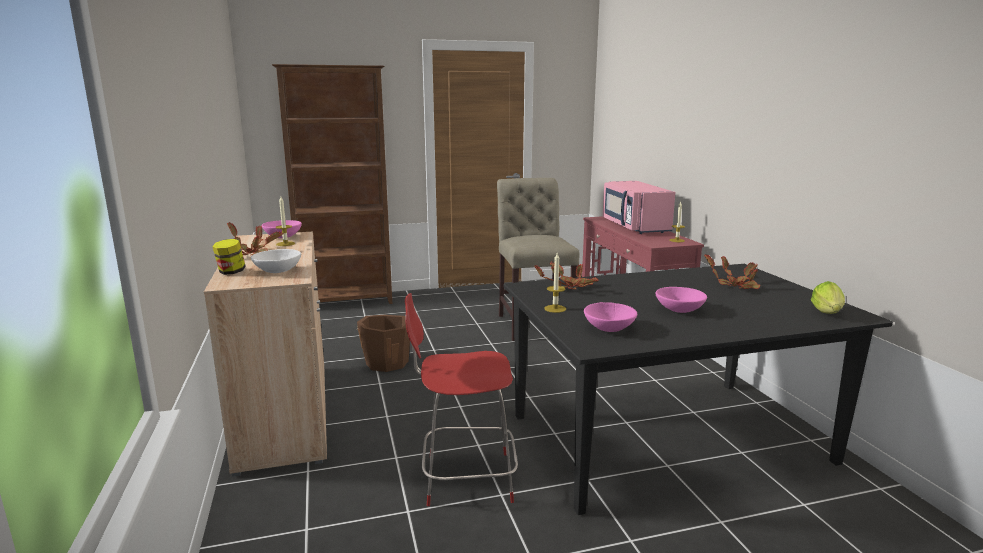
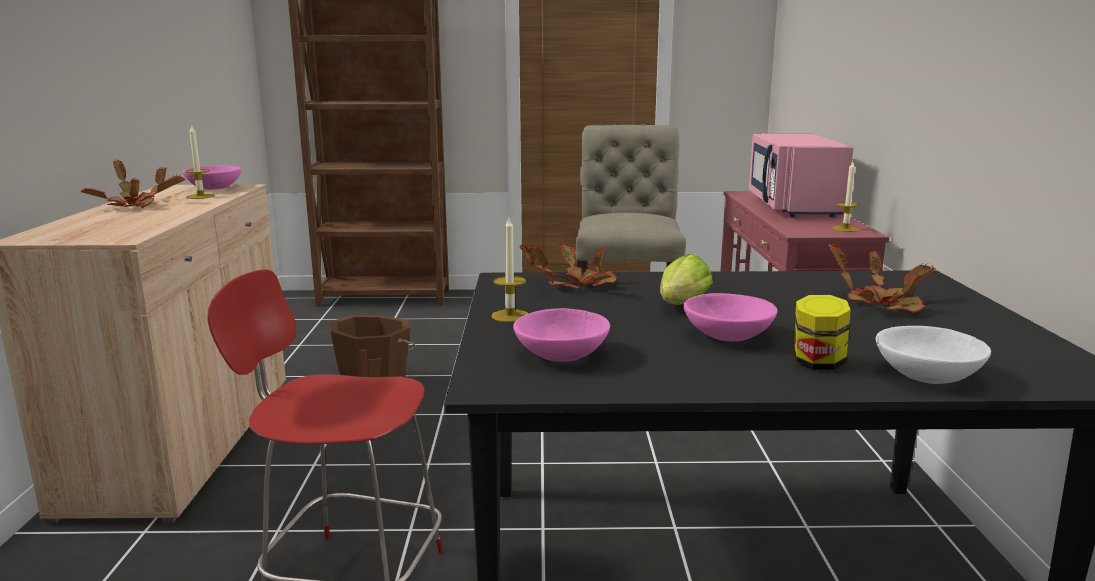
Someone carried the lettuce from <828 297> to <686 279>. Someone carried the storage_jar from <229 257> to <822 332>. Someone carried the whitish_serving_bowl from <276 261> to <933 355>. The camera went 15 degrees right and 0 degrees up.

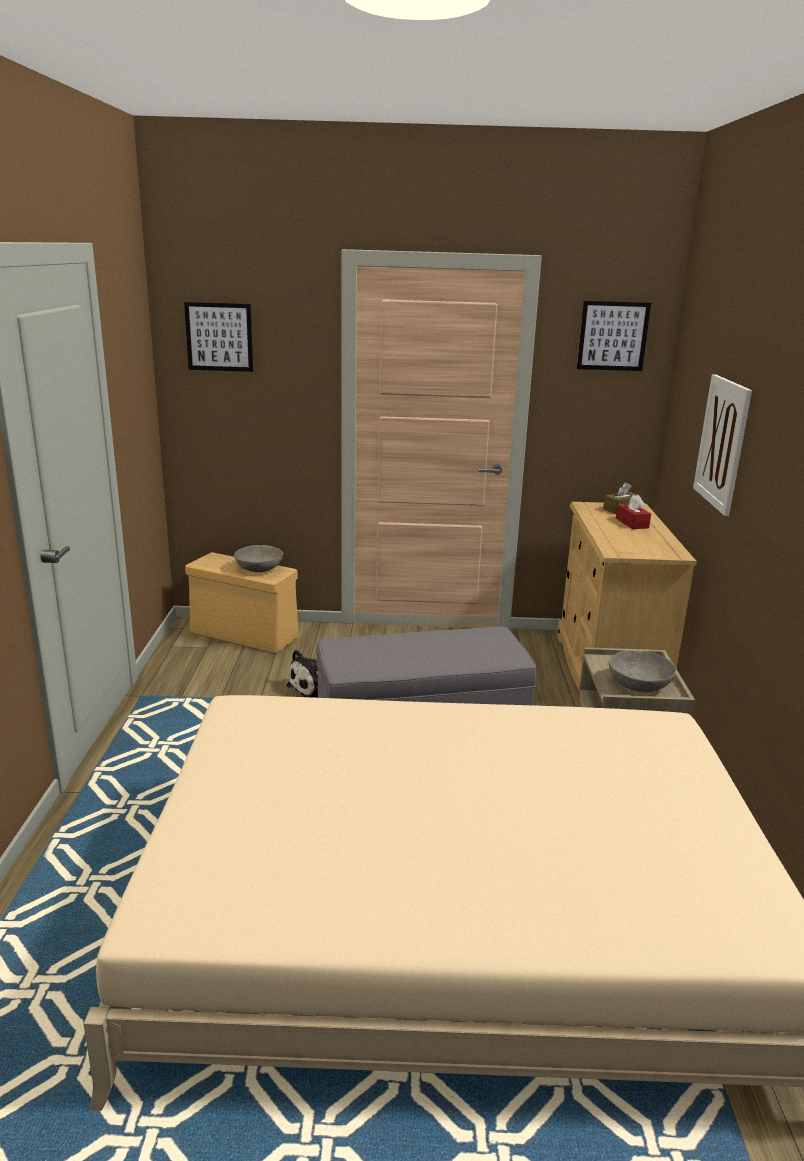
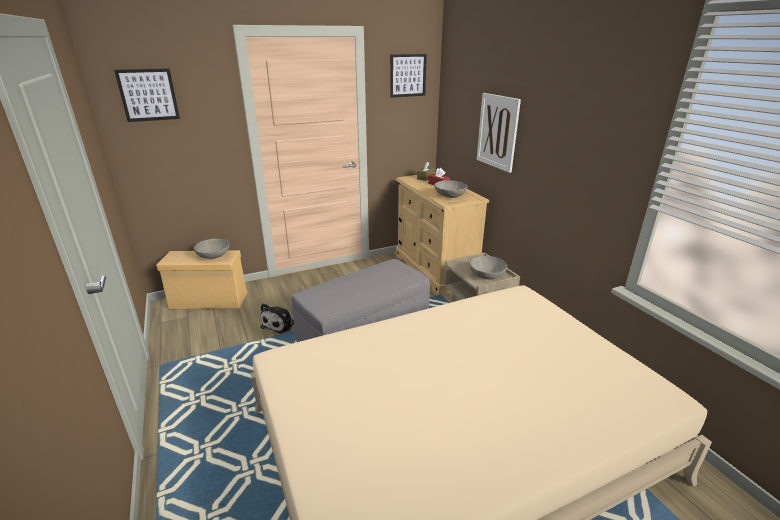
Someone put down the grey_serving_bowl at <451 189>. The camera went 25 degrees left and 5 degrees up.

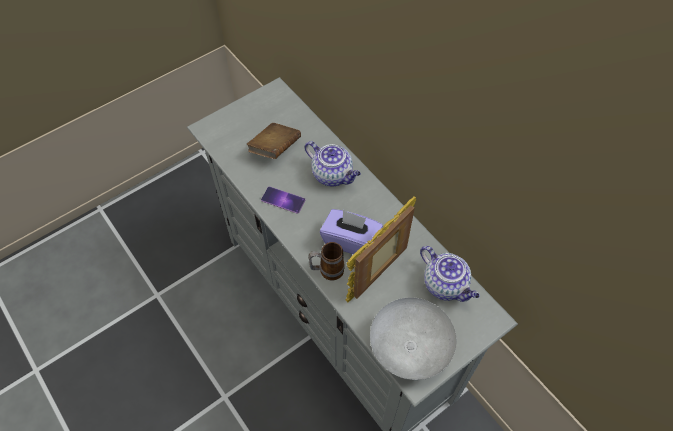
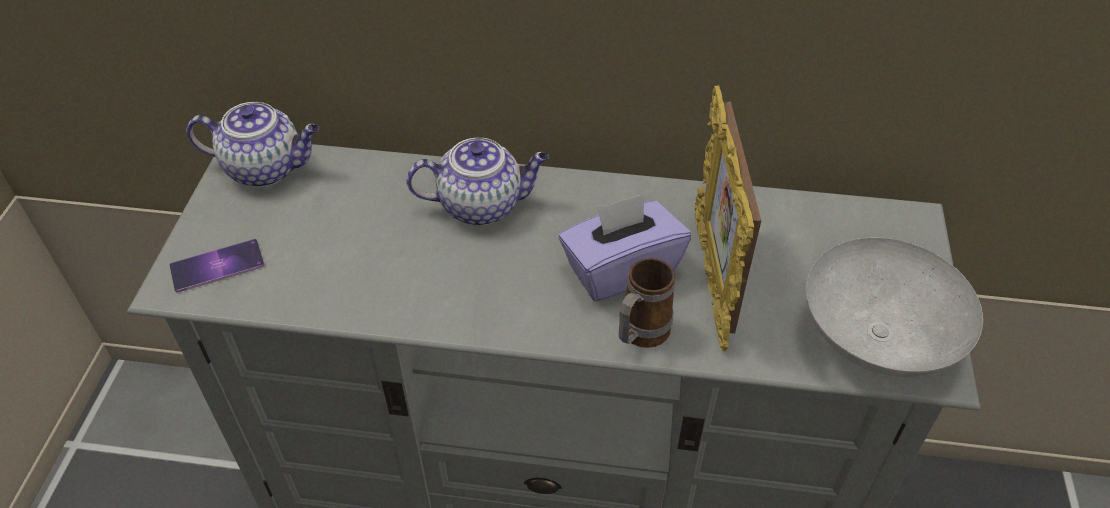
Someone carried the telephone from <283 200> to <217 265>. Someone carried the pot_for_tea from <450 274> to <252 144>. Someone took away the brown-coloured_volume at <274 141>. The camera went 45 degrees left and 10 degrees down.

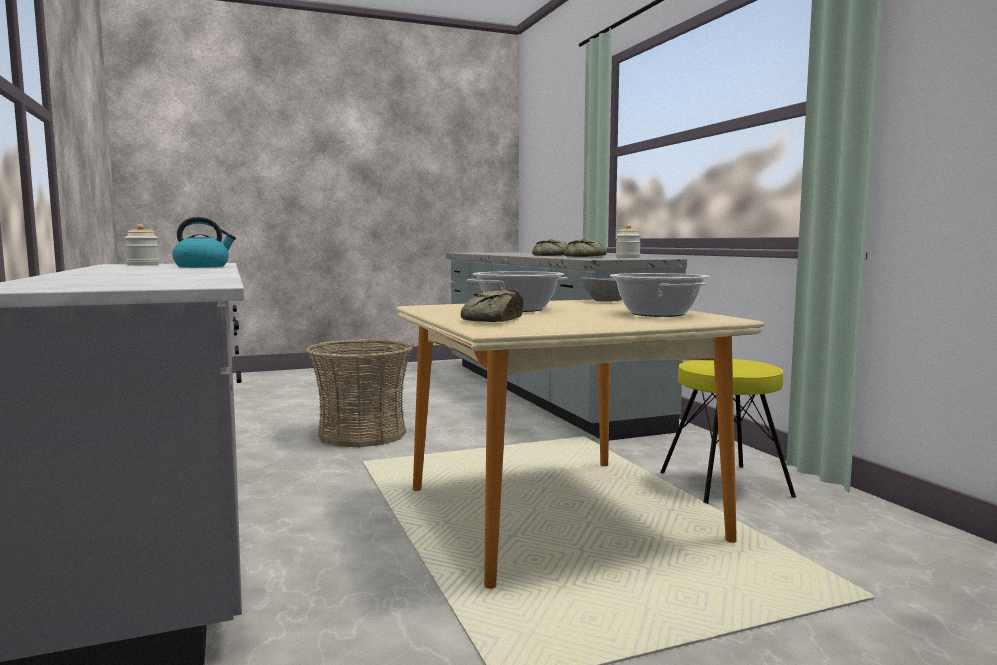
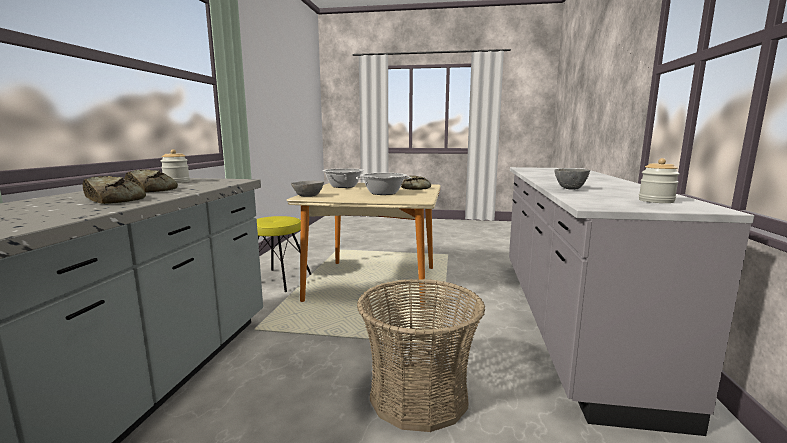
Someone swapped the water_kettle at <204 242> for the grey_serving_bowl at <572 179>. The camera went 150 degrees left and 5 degrees up.

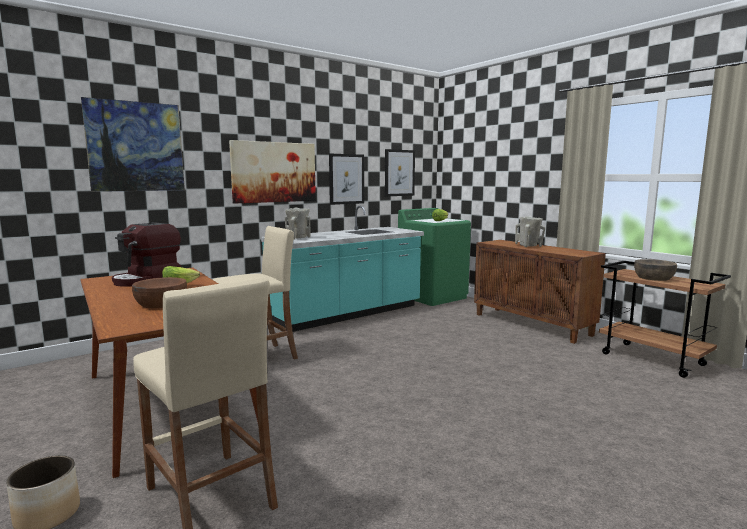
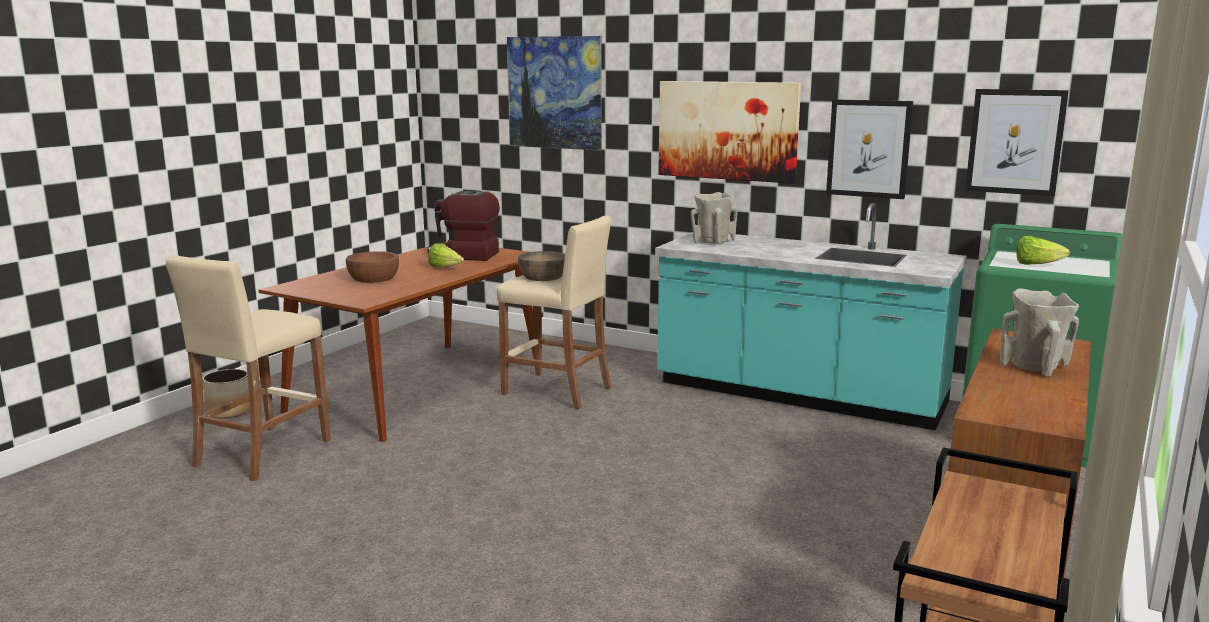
Someone carried the brown-coloured_serving_bowl from <655 270> to <541 266>. The camera went 65 degrees right and 5 degrees up.

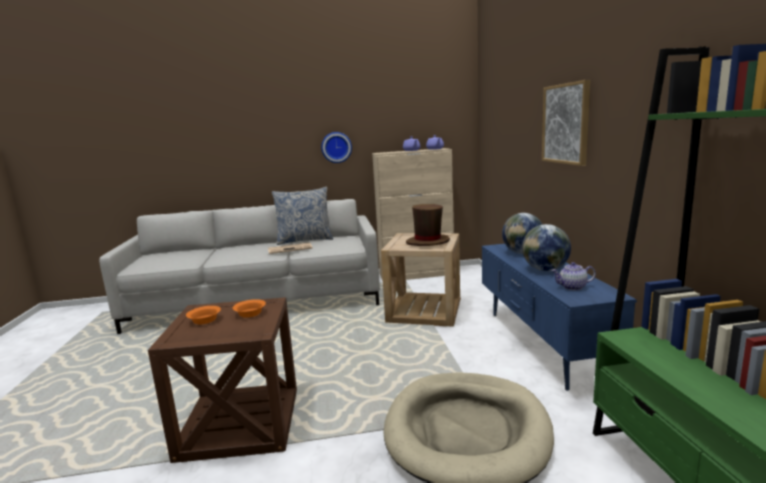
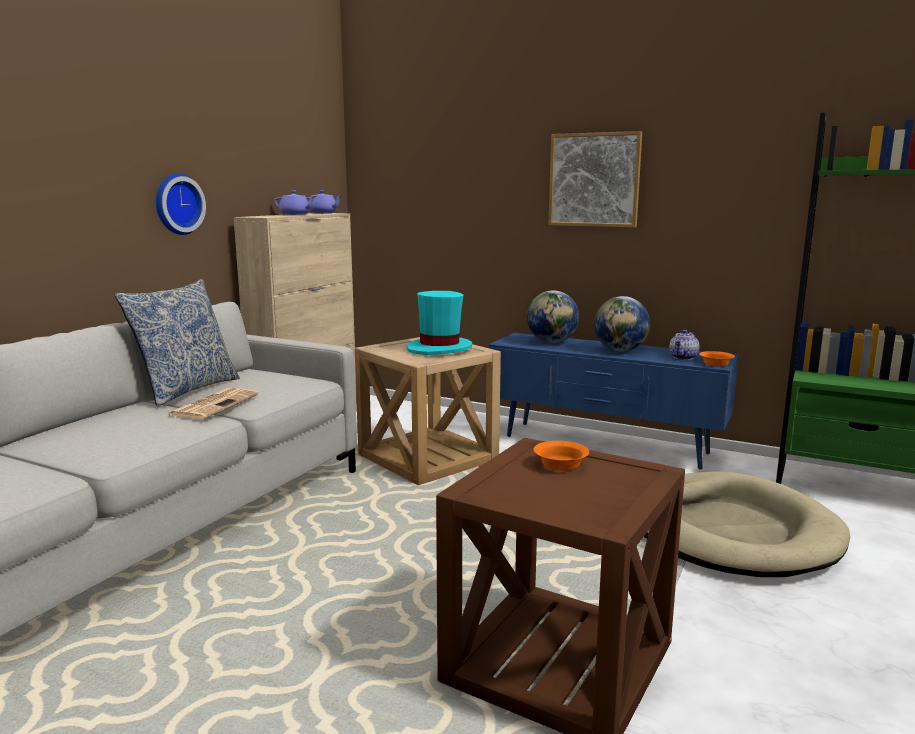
Someone repainted the brown-coloured_hat at <428 225>, which became the turquoise_hat at <439 323>. Someone carried the orange_serving_bowl from <203 315> to <717 358>. The camera went 55 degrees left and 0 degrees up.

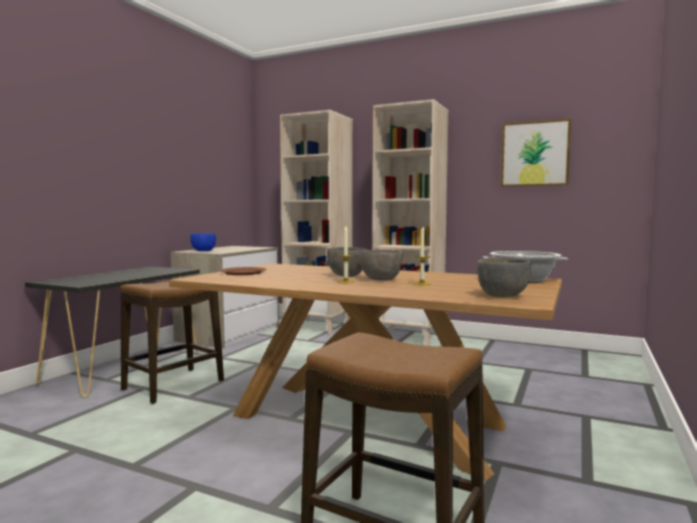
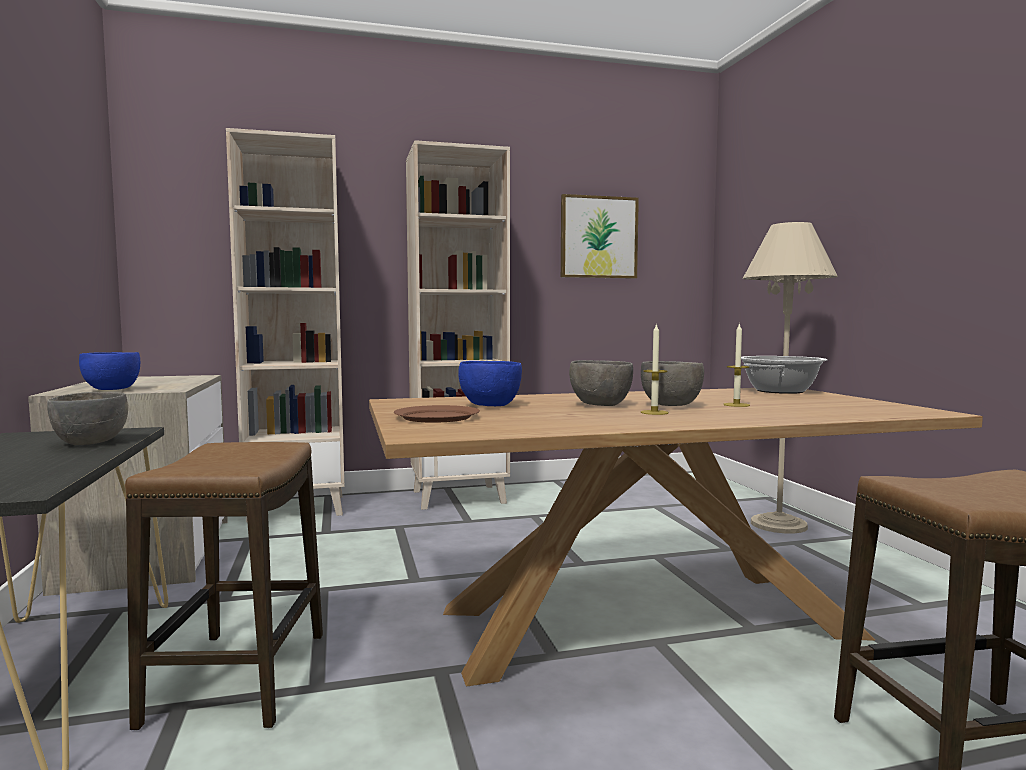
Someone carried the grey_serving_bowl from <504 277> to <87 418>. Someone put down the bluish_serving_bowl at <490 383>. Someone put down the beige-coloured_floor_lamp at <790 377>. The camera went 40 degrees left and 0 degrees up.

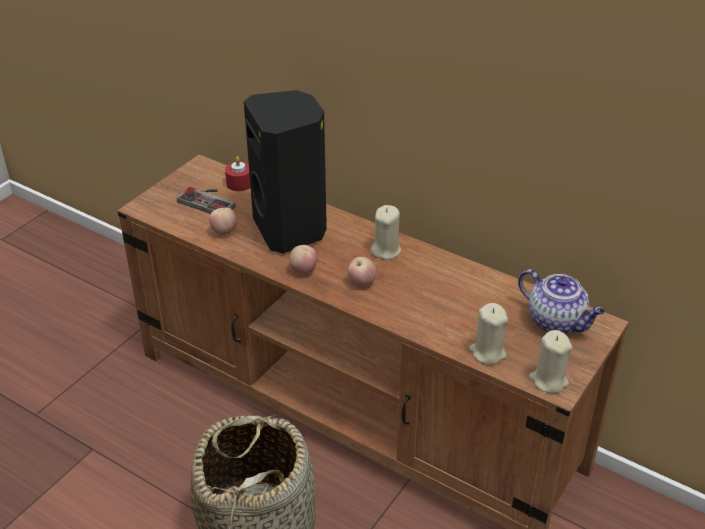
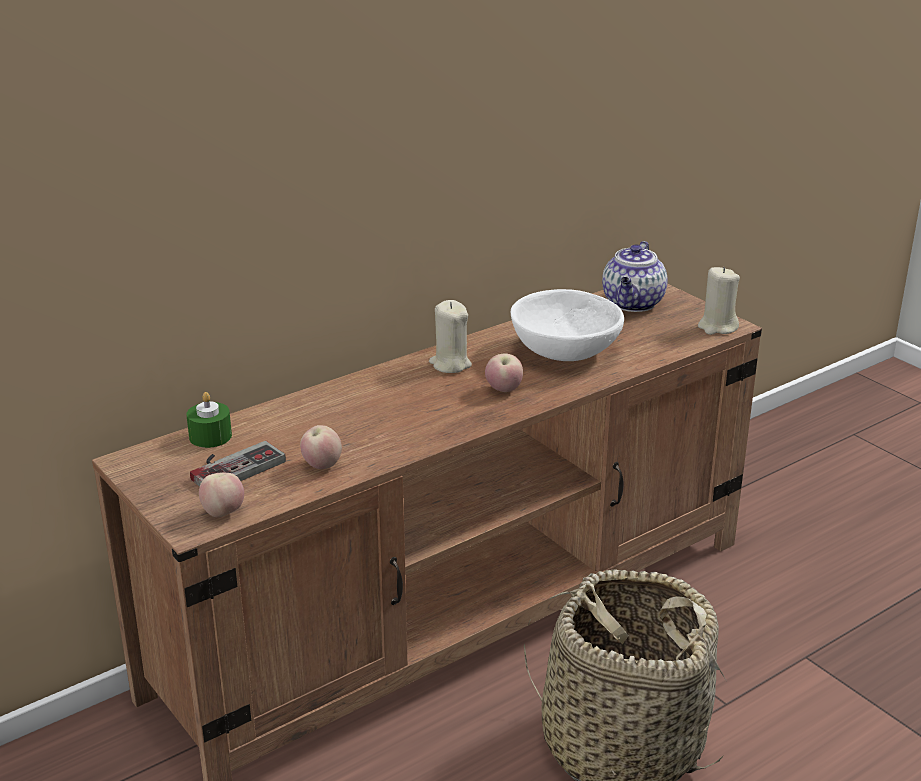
Someone repainted the red_wax_light at <238 173>, which became the green-coloured_wax_light at <209 420>. Someone carried the apple from <303 259> to <221 495>. Someone put down the whitish_serving_bowl at <567 325>. Someone rotated the pot_for_tea at <561 301> by 135 degrees clockwise. Someone took away the blackish_audio_speaker at <285 171>. Someone took away the beige-coloured_wax_light at <488 334>. The camera went 70 degrees left and 10 degrees down.

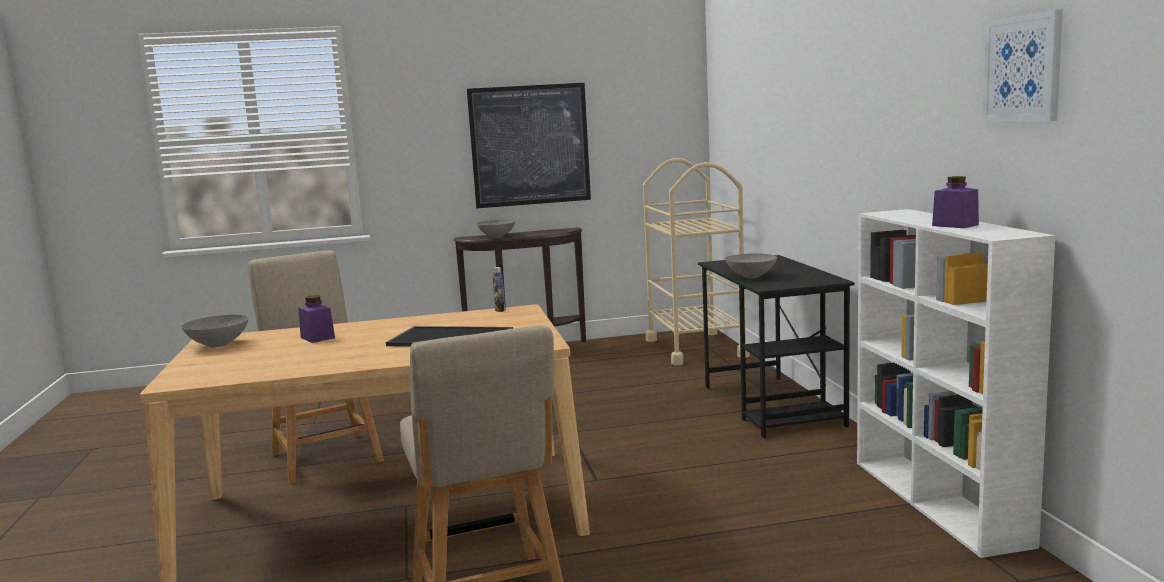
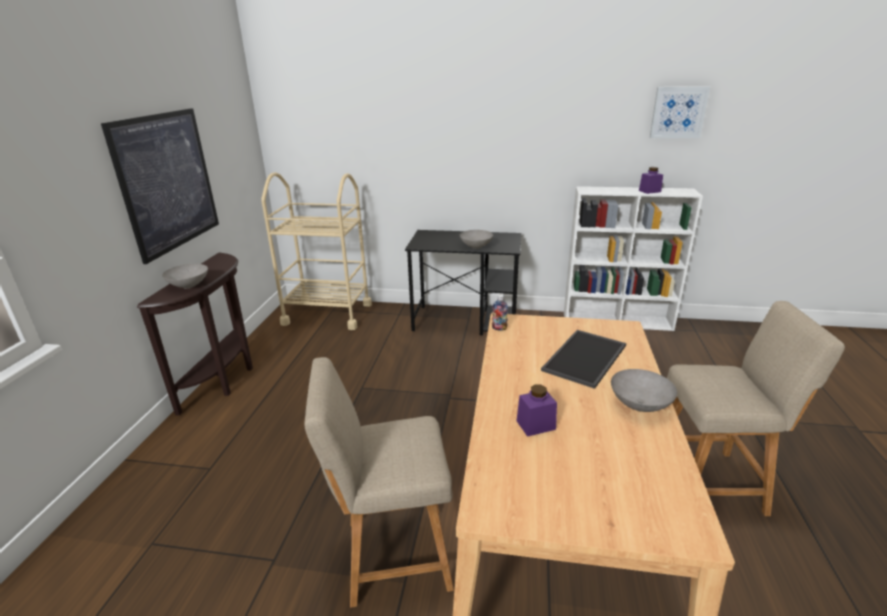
Someone carried the grey_serving_bowl from <215 331> to <644 390>. The camera went 70 degrees left and 15 degrees up.

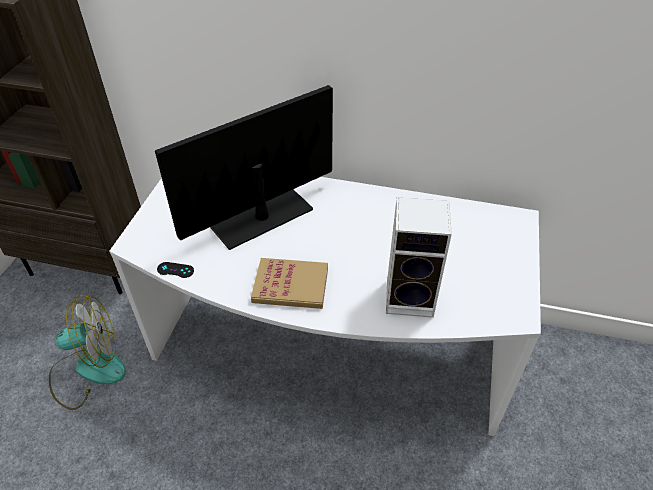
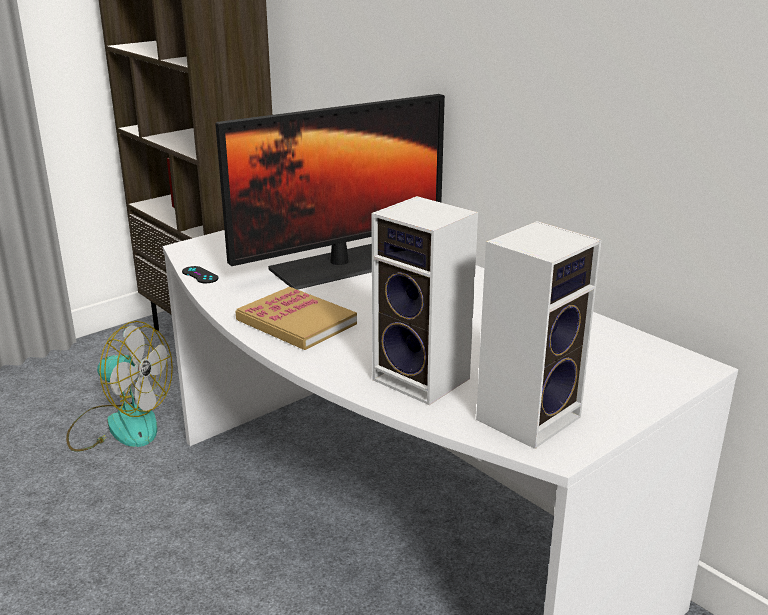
Someone rotated the monitor at <244 167> by 150 degrees clockwise. Someone put down the audio_speaker at <538 335>. The camera went 35 degrees right and 20 degrees down.

